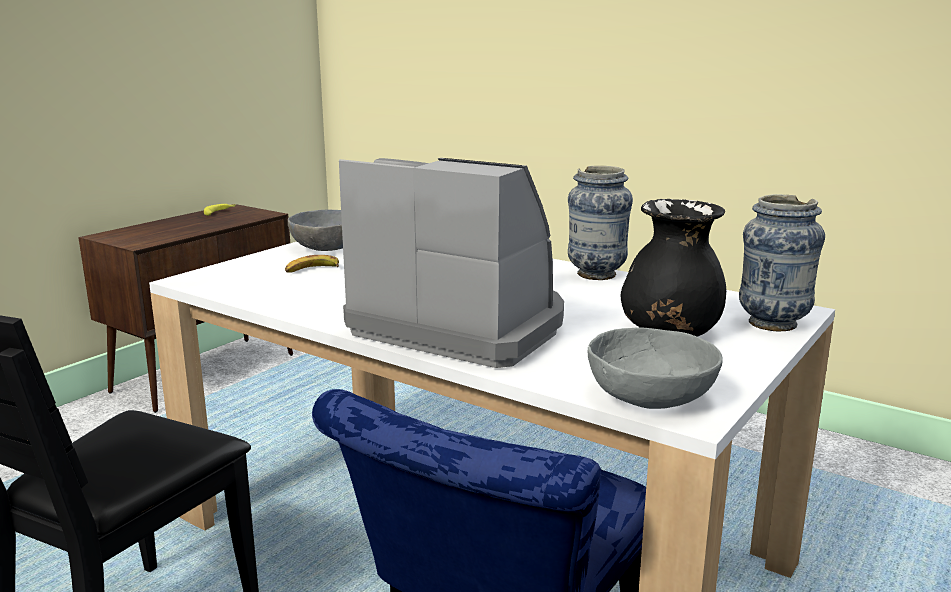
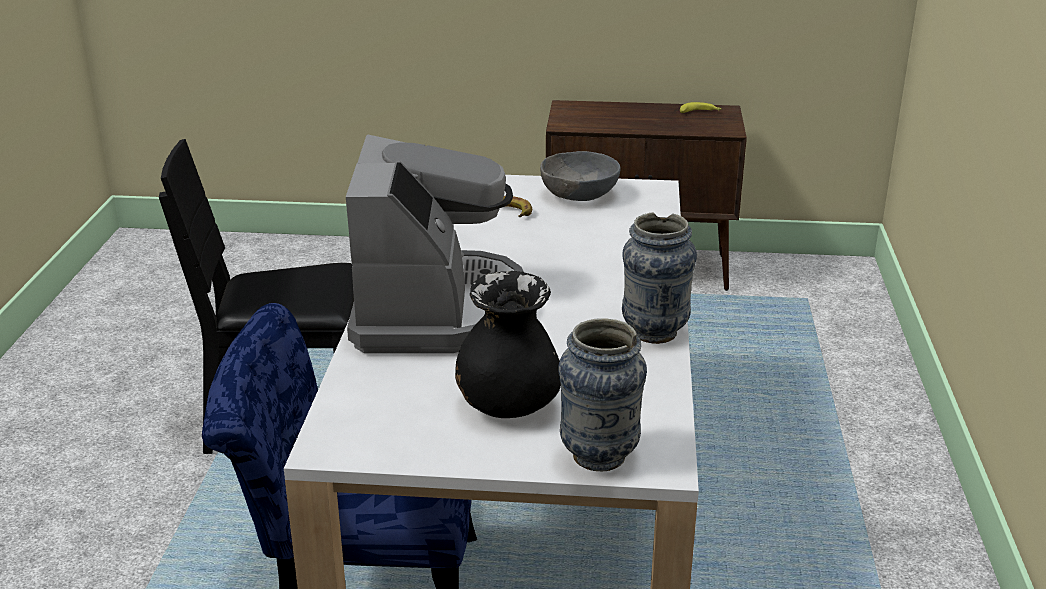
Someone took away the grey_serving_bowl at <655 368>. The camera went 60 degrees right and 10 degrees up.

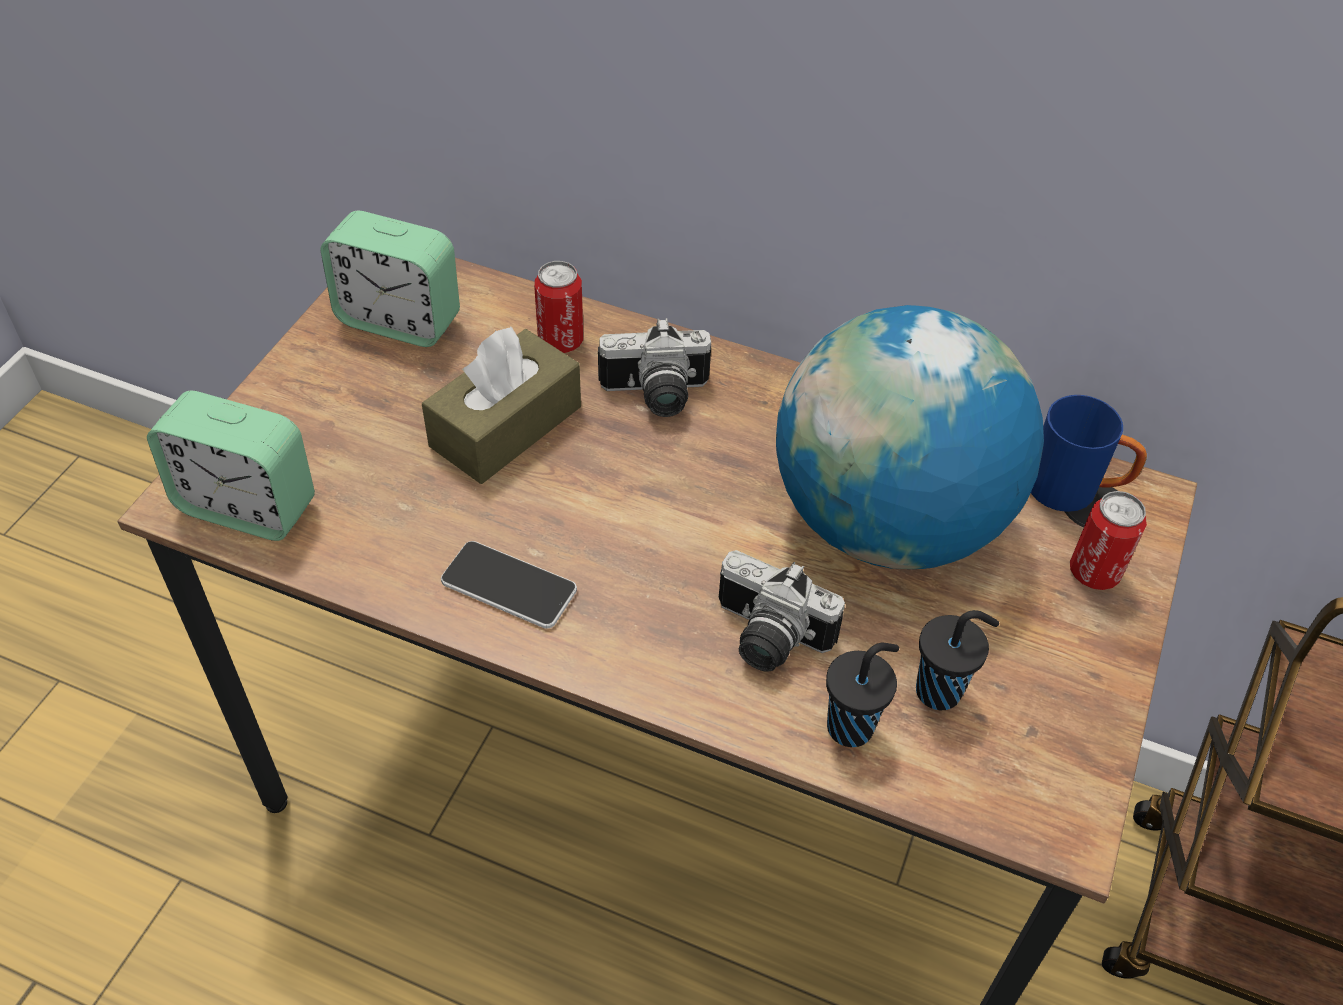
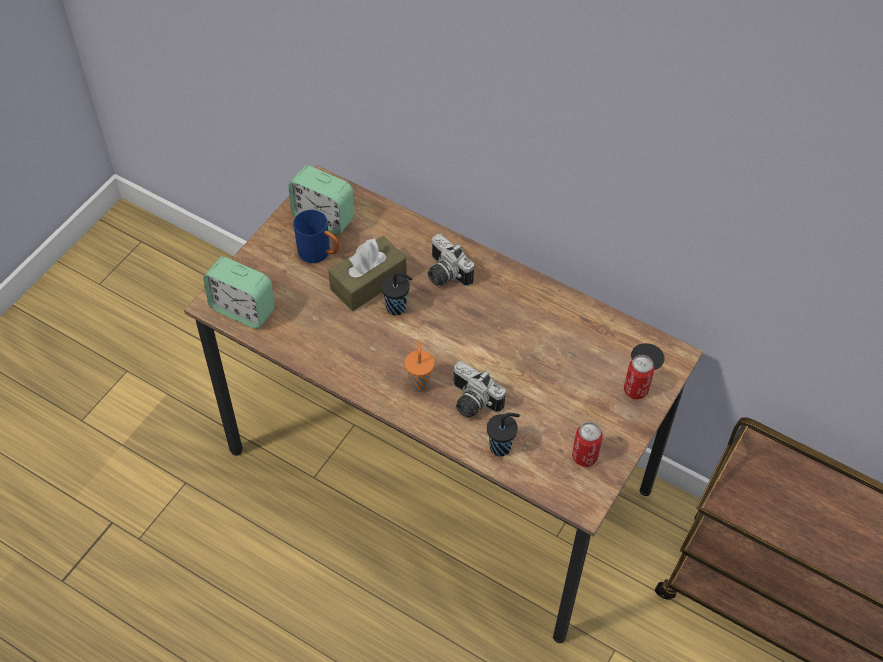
Someone carried the bluish_coffee_mug from <1089 453> to <316 236>. Someone carried the blackish_small_cup from <957 660> to <397 293>. Someone put down the orange_small_cup at <420 366>. Someone rotated the still_camera at <654 367> by 45 degrees clockwise. Someone carried the metal_can from <558 307> to <587 444>. Someone took away the telephone at <509 585>. Someone took away the desk_globe at <910 437>. The camera went 10 degrees right and 5 degrees up.

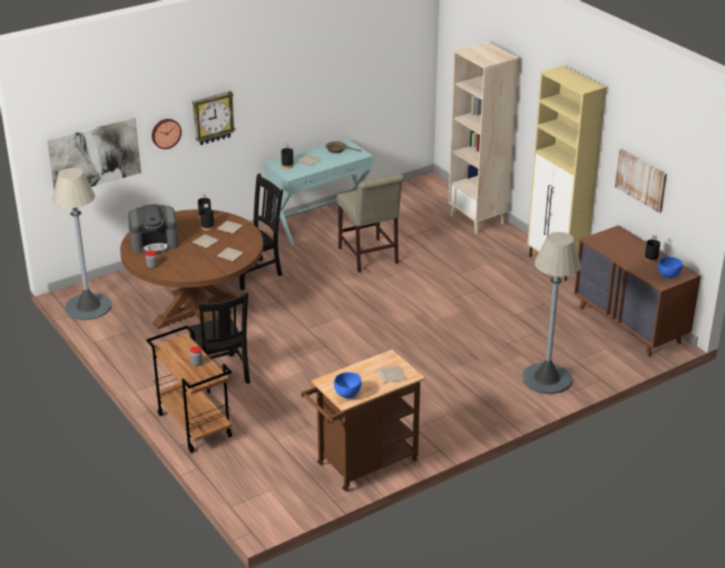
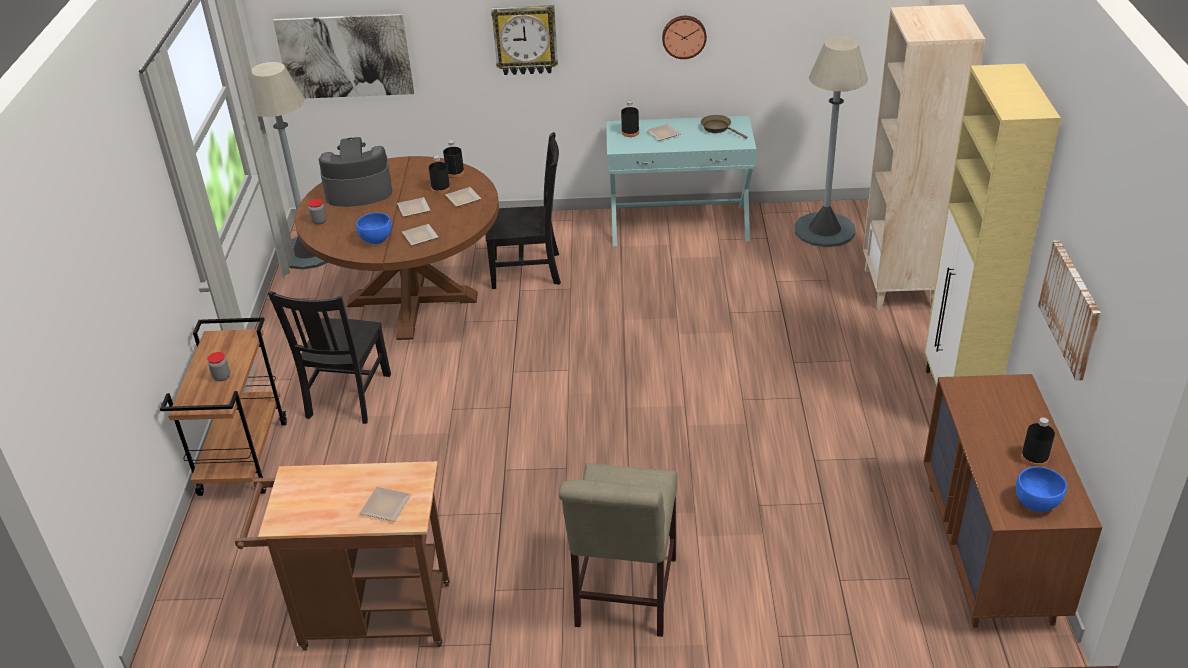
Someone rotated the coffee_machine at <153 228> by 150 degrees clockwise. Someone carried the bluish_serving_bowl from <348 385> to <374 228>. Someone carried the beige-coloured_plain_chair from <370 223> to <618 550>. Someone carried the clock_on_the_wall from <167 134> to <684 37>. Someone carried the grey_floor_lamp from <551 313> to <831 141>. The camera went 35 degrees right and 5 degrees up.

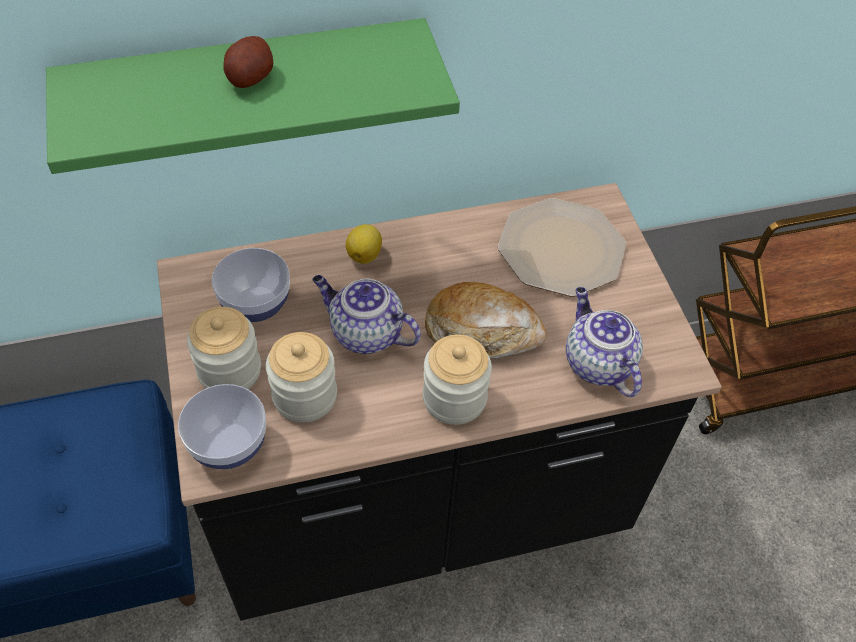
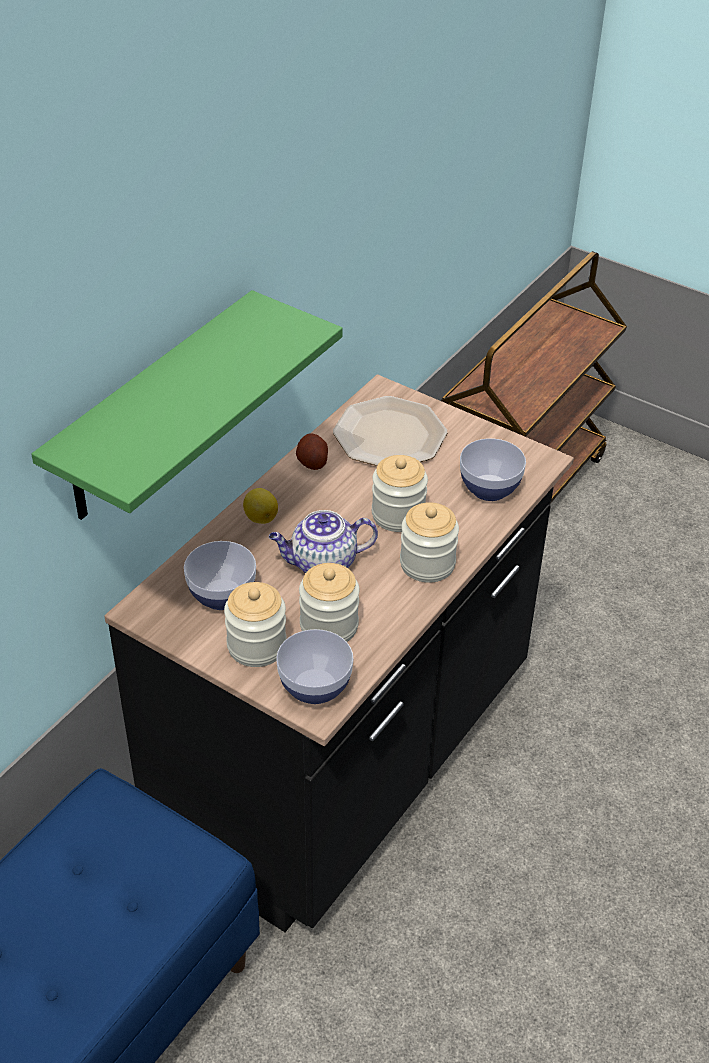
Someone carried the spud from <248 62> to <312 451>. Someone swapped the bakery_bread at <485 320> for the storage_jar at <400 493>. Someone swapped the pot_for_tea at <604 342> for the serving_bowl at <493 469>. The camera went 40 degrees left and 10 degrees down.

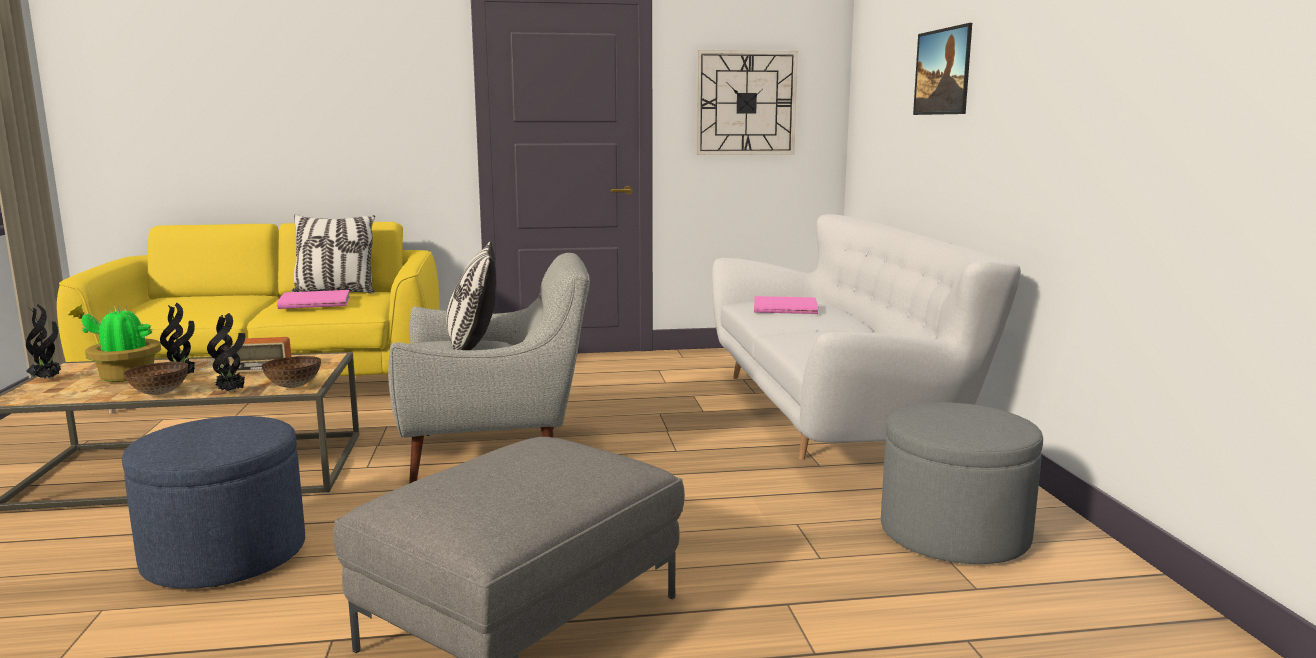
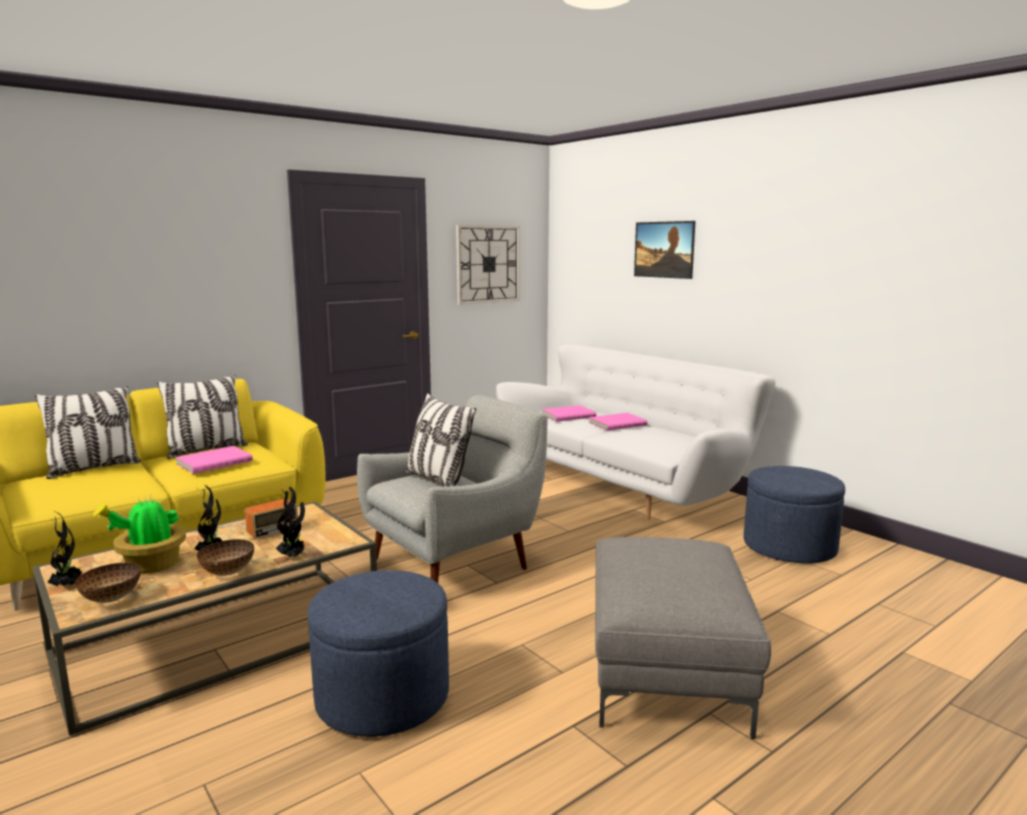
Someone put down the cushion at <88 432>. Someone carried the serving_bowl from <291 372> to <108 582>. Someone put down the pink-coloured_volume at <618 422>. Someone repainted the grey_footrest at <962 483>, which became the bluish_footrest at <794 514>. The camera went 30 degrees left and 0 degrees up.

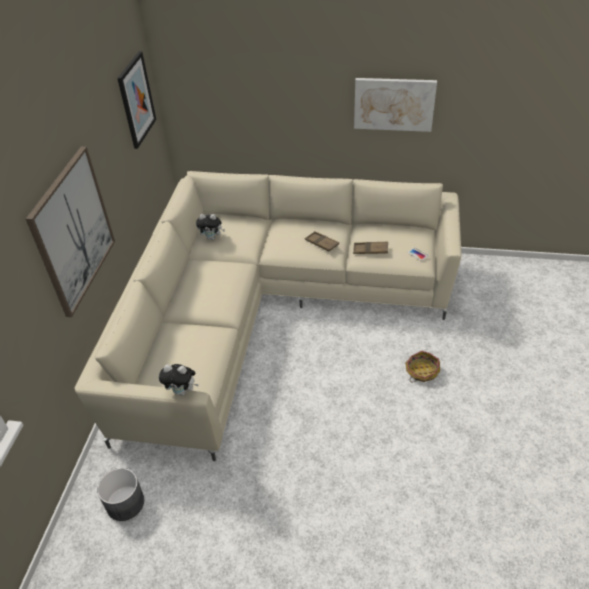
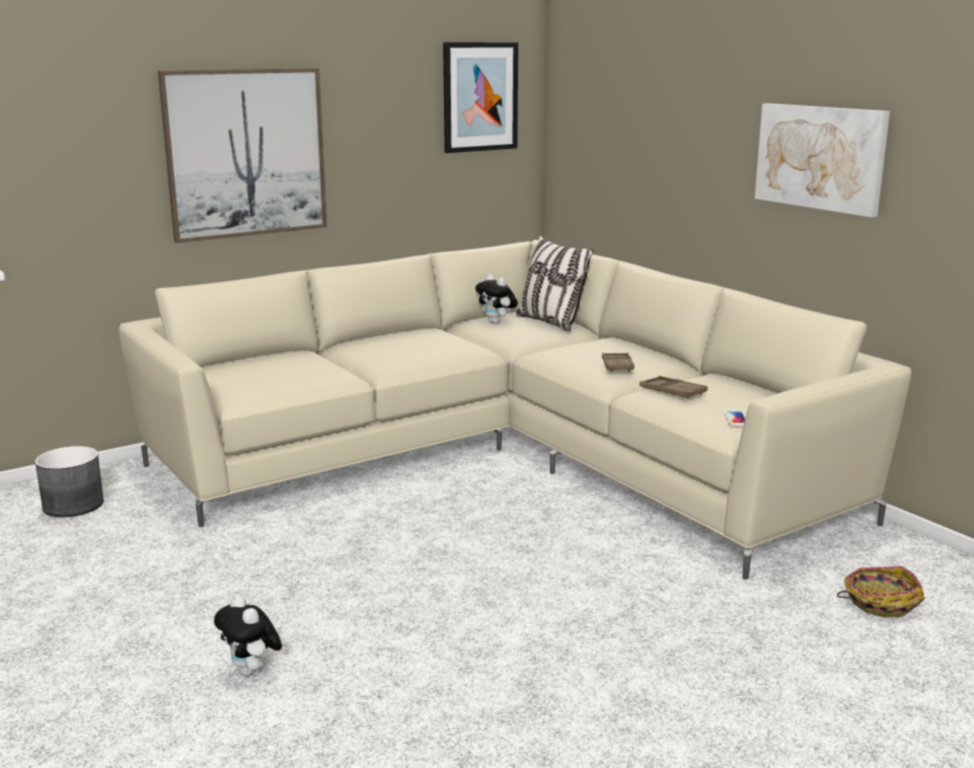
Someone carried the plush_toy from <179 380> to <248 635>. Someone put down the cushion at <555 284>. Someone carried the household_basket from <422 367> to <881 592>. The camera went 45 degrees right and 25 degrees down.

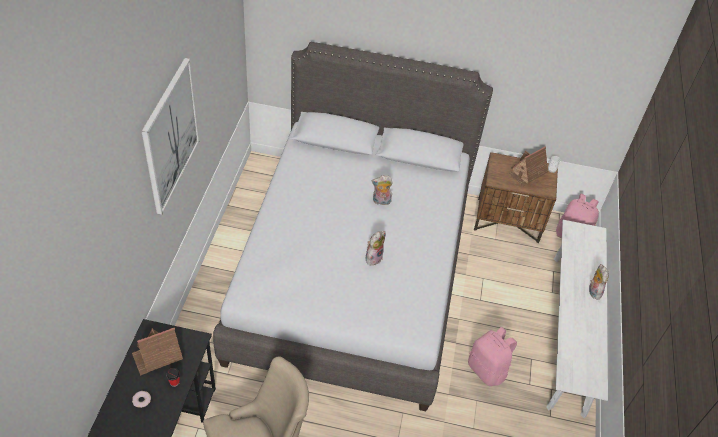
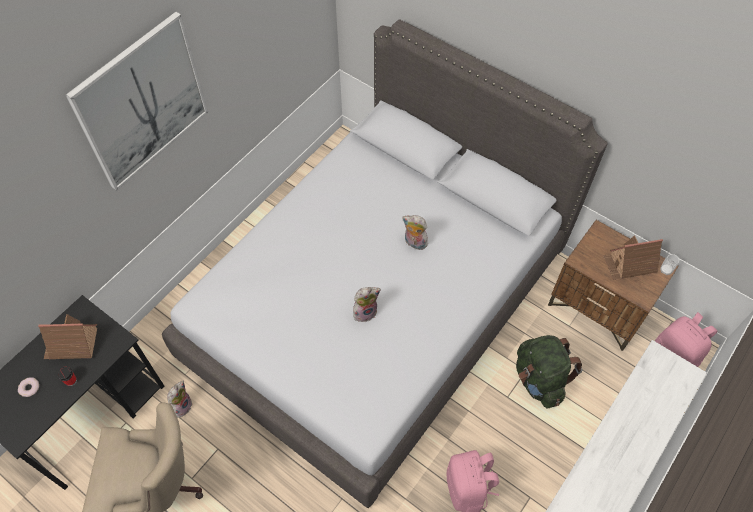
Someone carried the plush_toy from <599 282> to <179 399>. Someone put down the green-coloured_backpack at <549 371>. The camera went 30 degrees right and 10 degrees up.

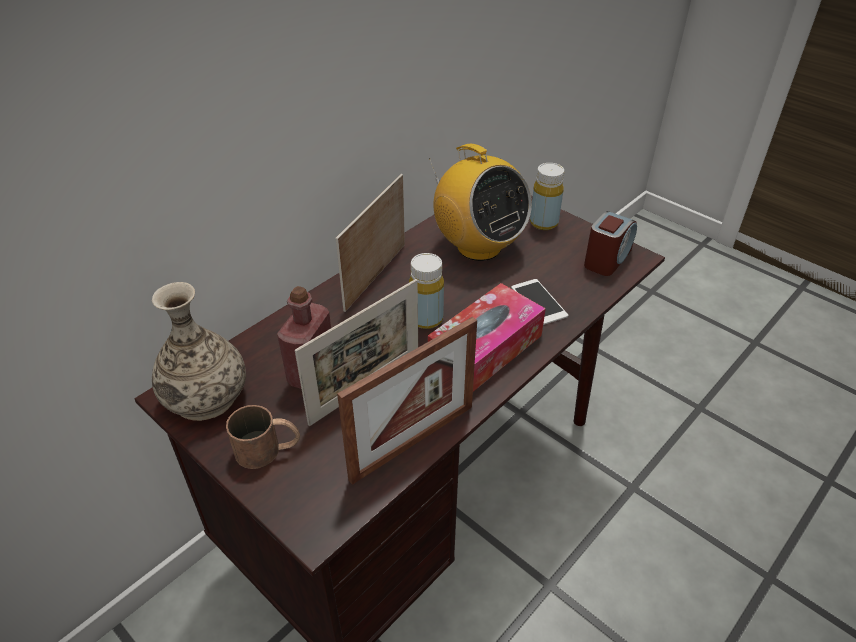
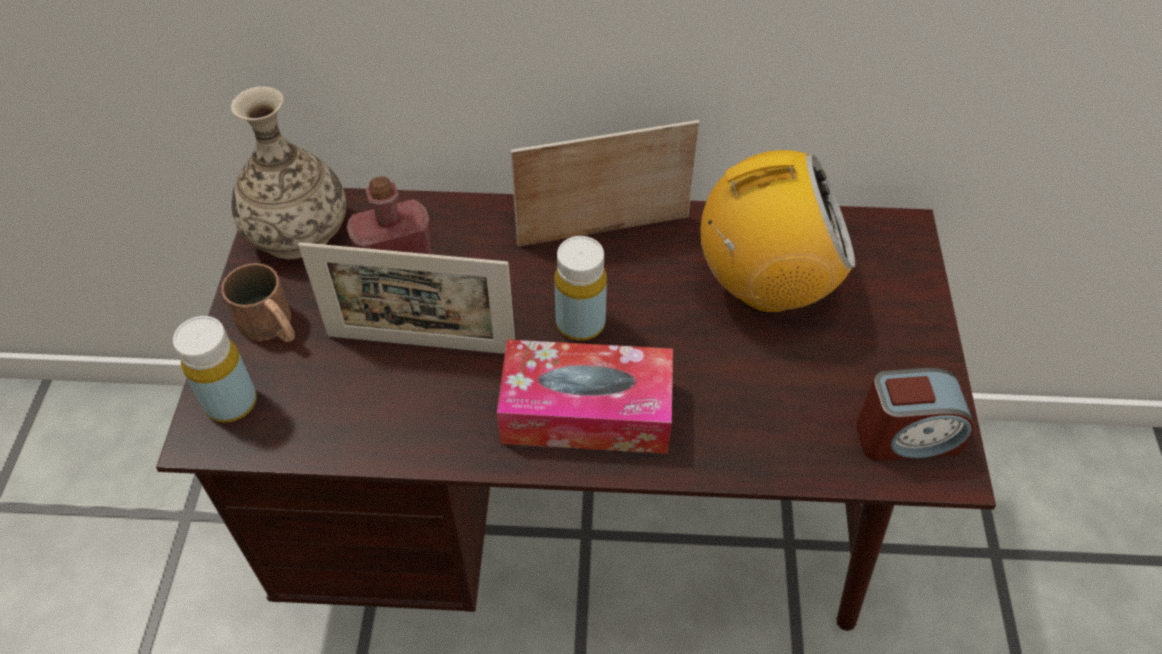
Someone carried the yellow_drink_bottle from <547 196> to <215 369>. Someone rotated the radio_receiver at <480 202> by 105 degrees counterclockwise. Someone took away the picture_frame at <407 401>. Someone took away the telephone at <539 302>. The camera went 50 degrees right and 10 degrees up.

